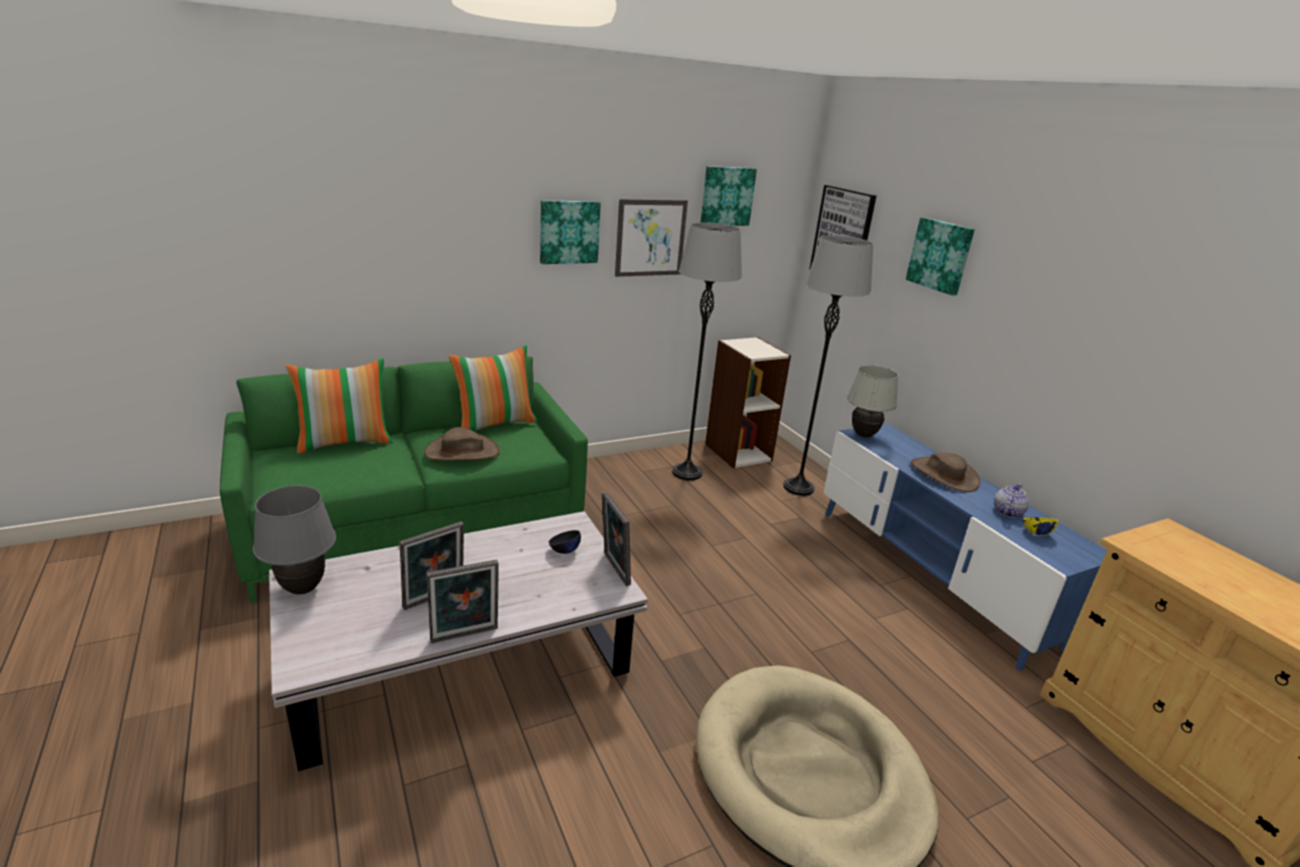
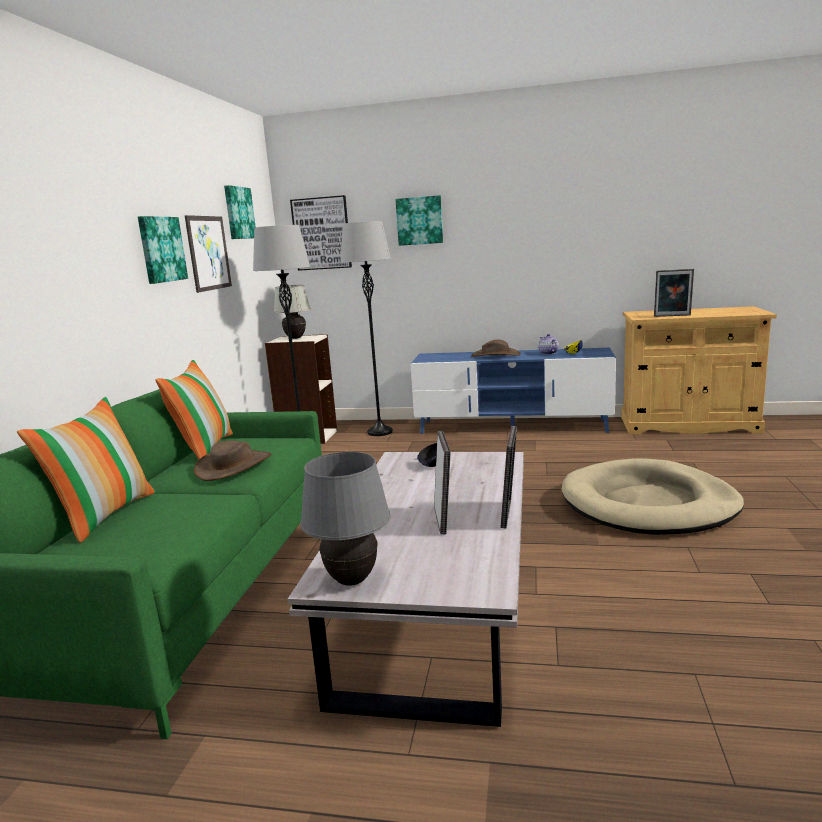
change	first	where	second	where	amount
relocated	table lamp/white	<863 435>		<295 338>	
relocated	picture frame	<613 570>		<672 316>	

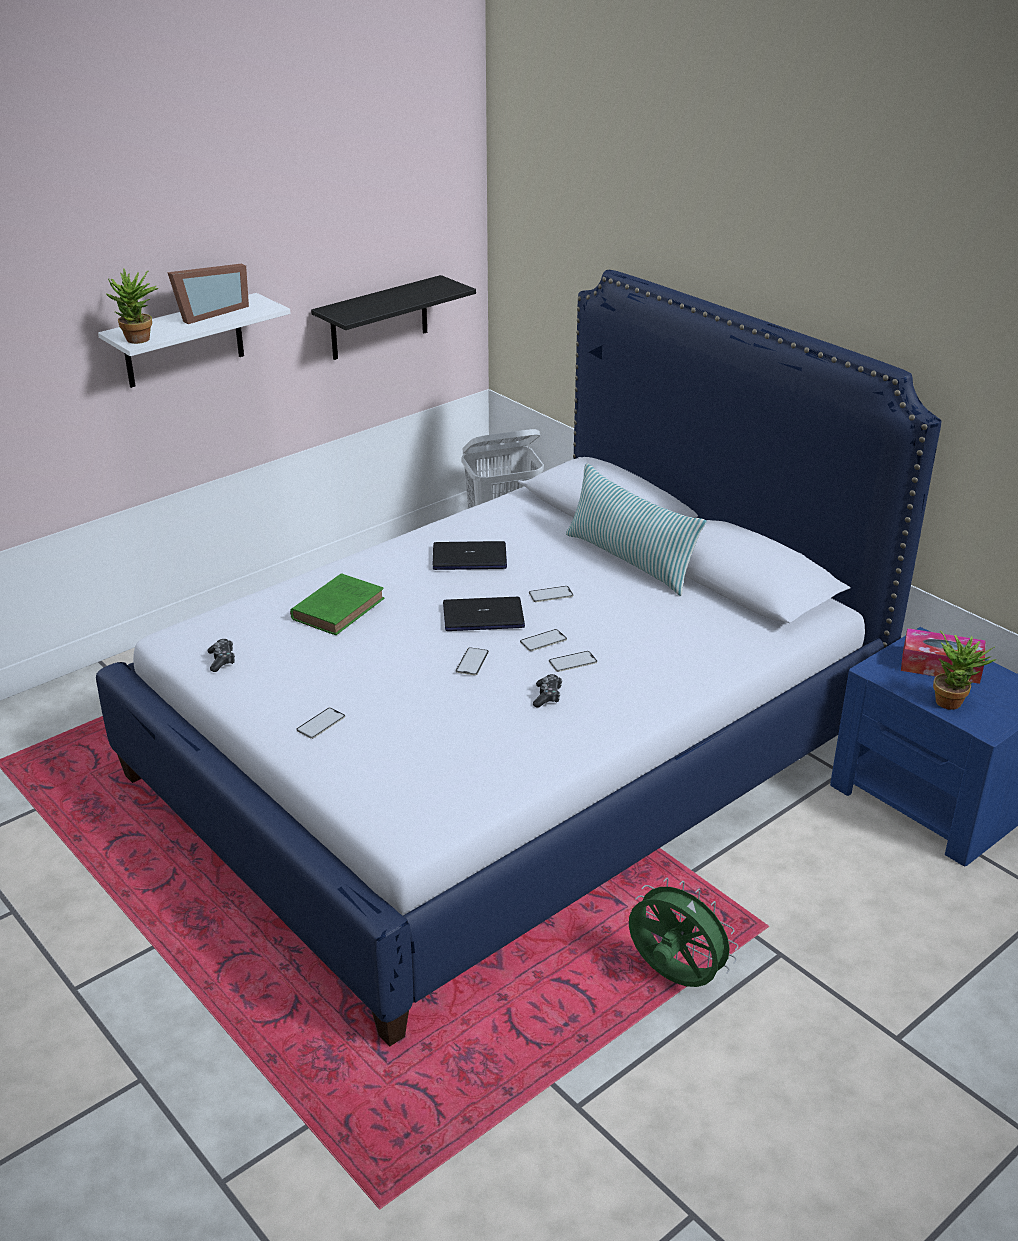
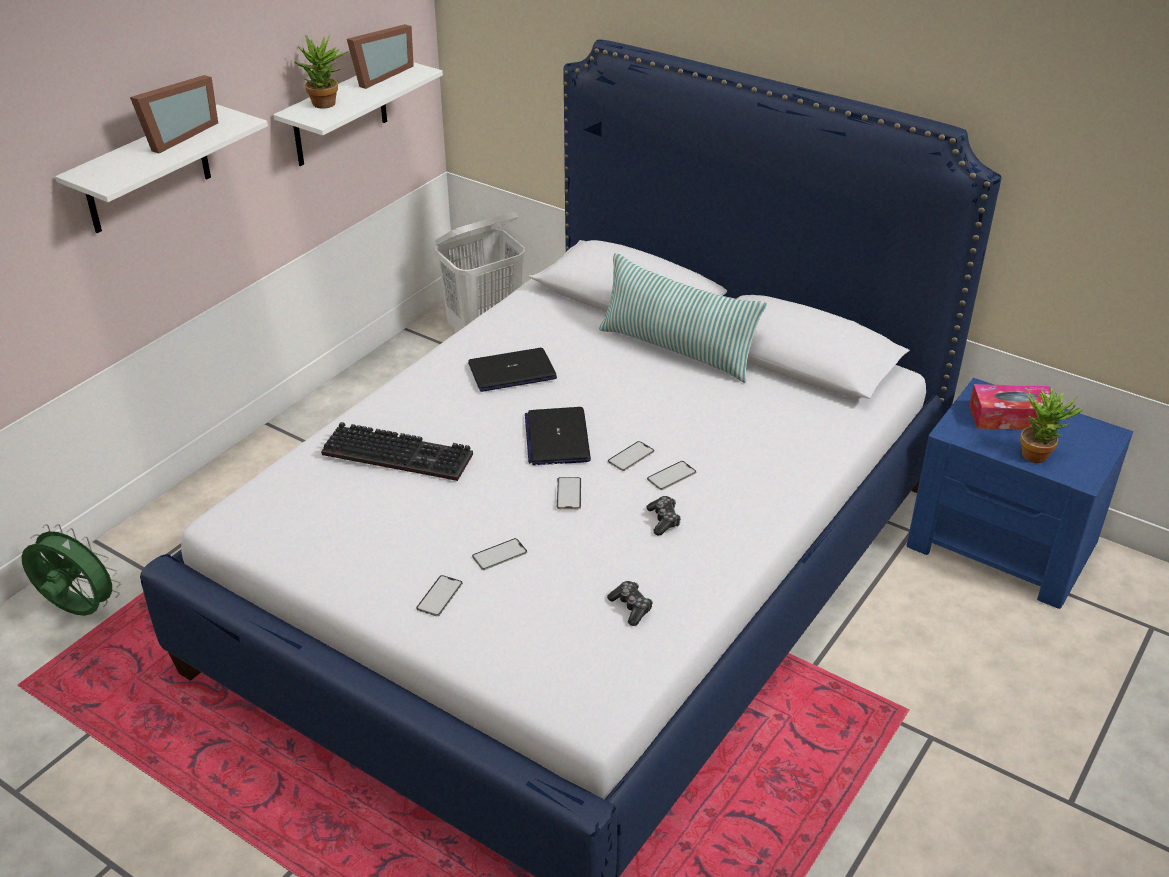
change	first	where	second	where	amount
relocated	potted plant	<139 341>		<326 105>	
colour	shelf/black	<379 318>	shelf/white	<340 113>	
exchanged	book/green	<340 608>	keyboard	<401 453>	
relocated	phone	<551 594>		<499 554>	
spun	laptop	<483 616>		<557 438>	75 degrees counterclockwise
relocated	game controller	<222 660>		<631 607>	
relocated	fan/green	<673 978>		<78 611>	
appeared			picture frame	<378 76>	

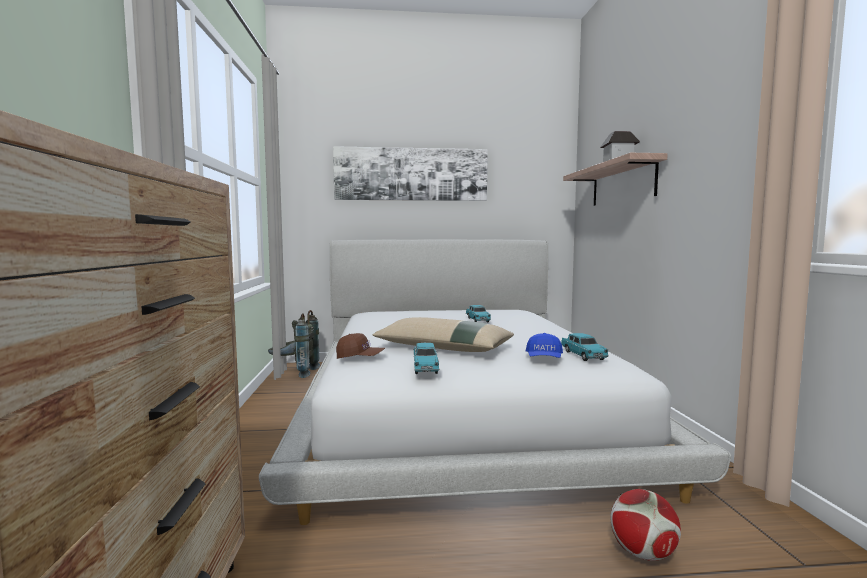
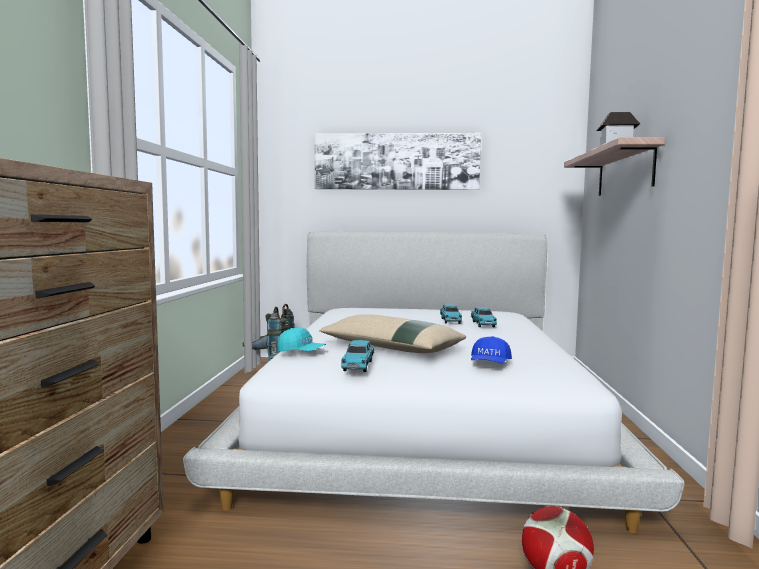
change	first	where	second	where	amount
colour	cap/brown	<360 358>	cap/turquoise	<301 352>	
relocated	toy car/turquoise	<583 355>		<483 324>	

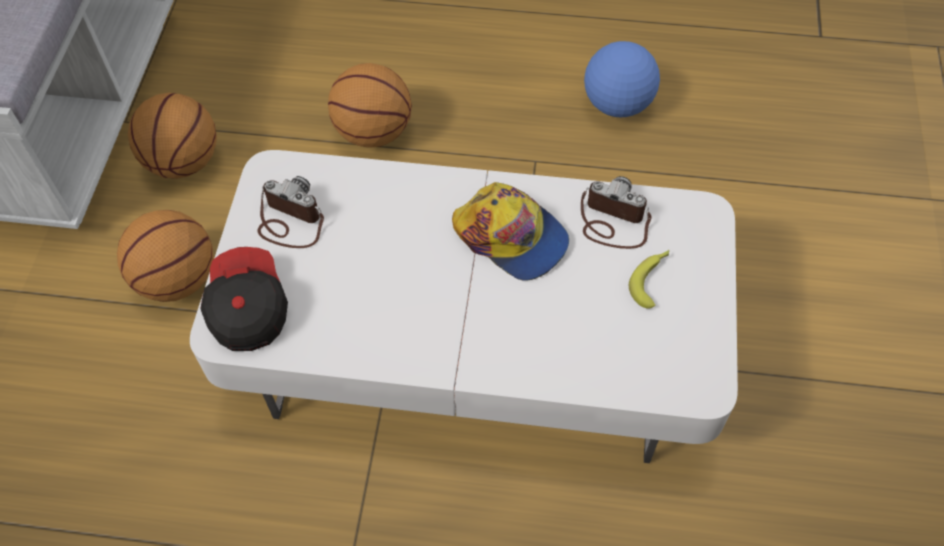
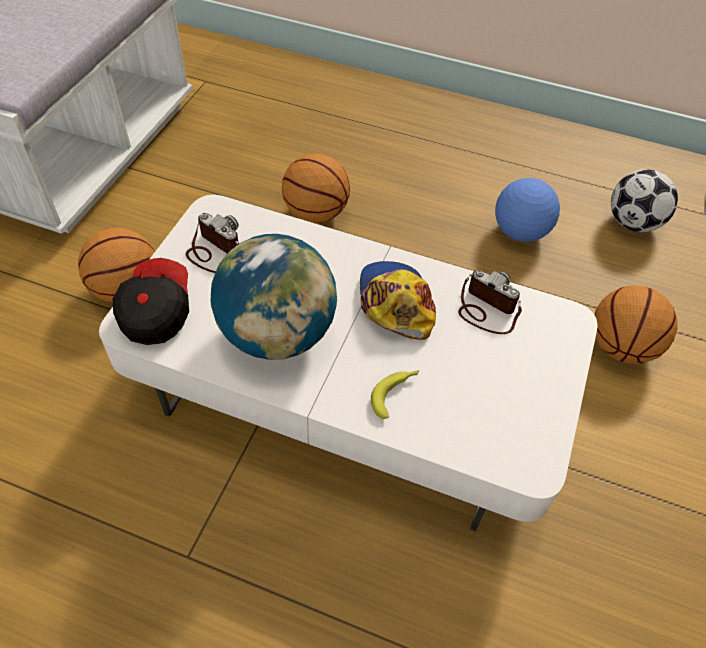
change	first	where	second	where	amount
relocated	basketball	<184 163>		<621 348>	
spun	cap	<511 237>		<395 302>	150 degrees counterclockwise
relocated	banana	<652 279>		<395 393>	
appeared			football	<632 223>	
appeared			globe	<277 334>	

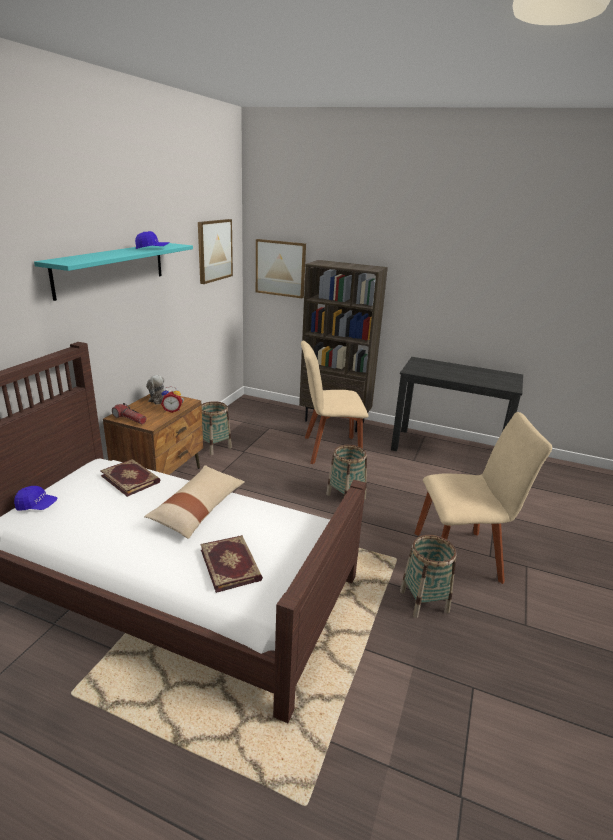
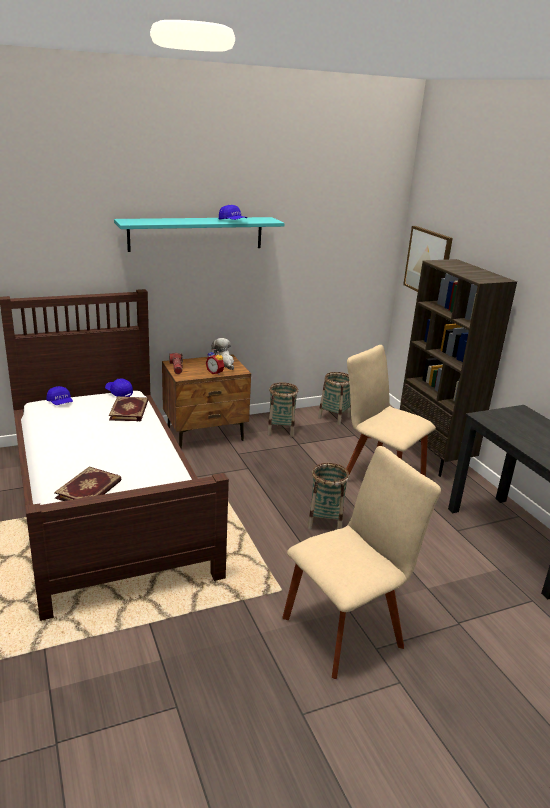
change	first	where	second	where	amount
missing	picture	<214 250>			
spun	chair/beige	<461 556>		<347 629>	75 degrees counterclockwise
missing	pillow/beige	<198 509>			
relocated	basket	<424 601>		<334 417>	
appeared			cap/blue	<119 392>	

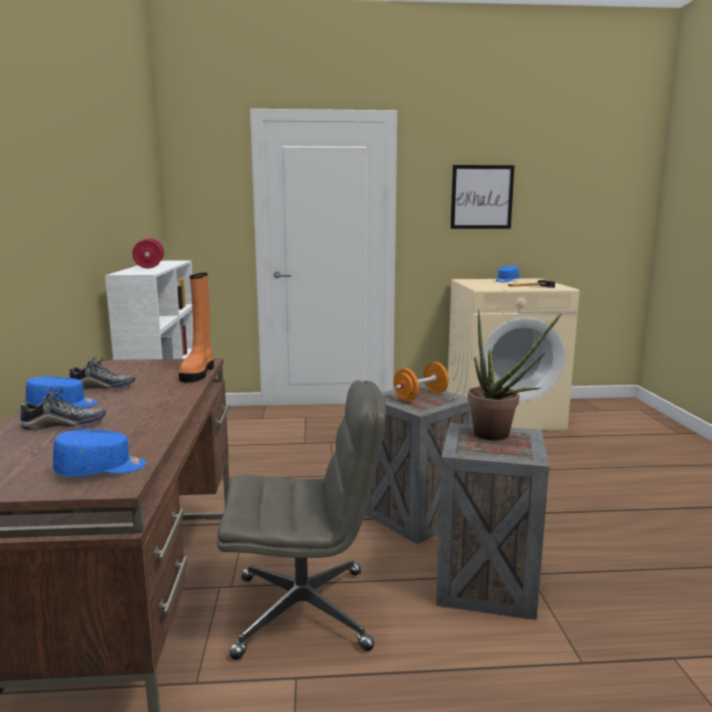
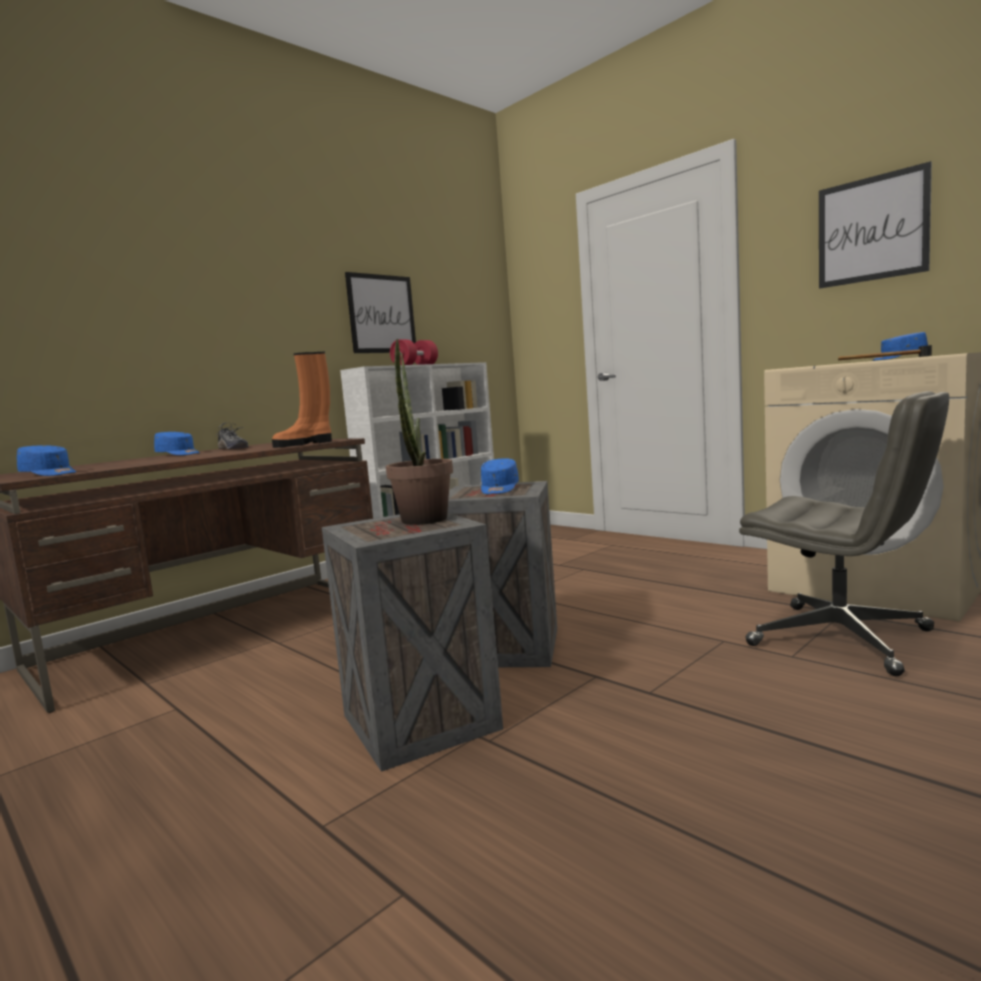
change	first	where	second	where	amount
exchanged	dumbbell/orange	<420 396>	cap/blue	<499 489>	
relocated	office chair/grey	<304 611>		<842 638>	
missing	shoe	<64 425>			
appeared			picture	<381 314>	

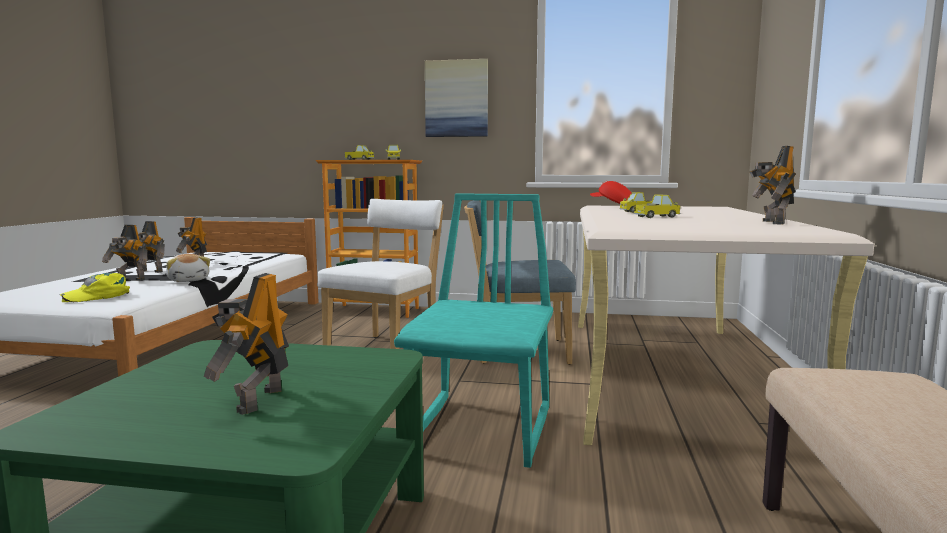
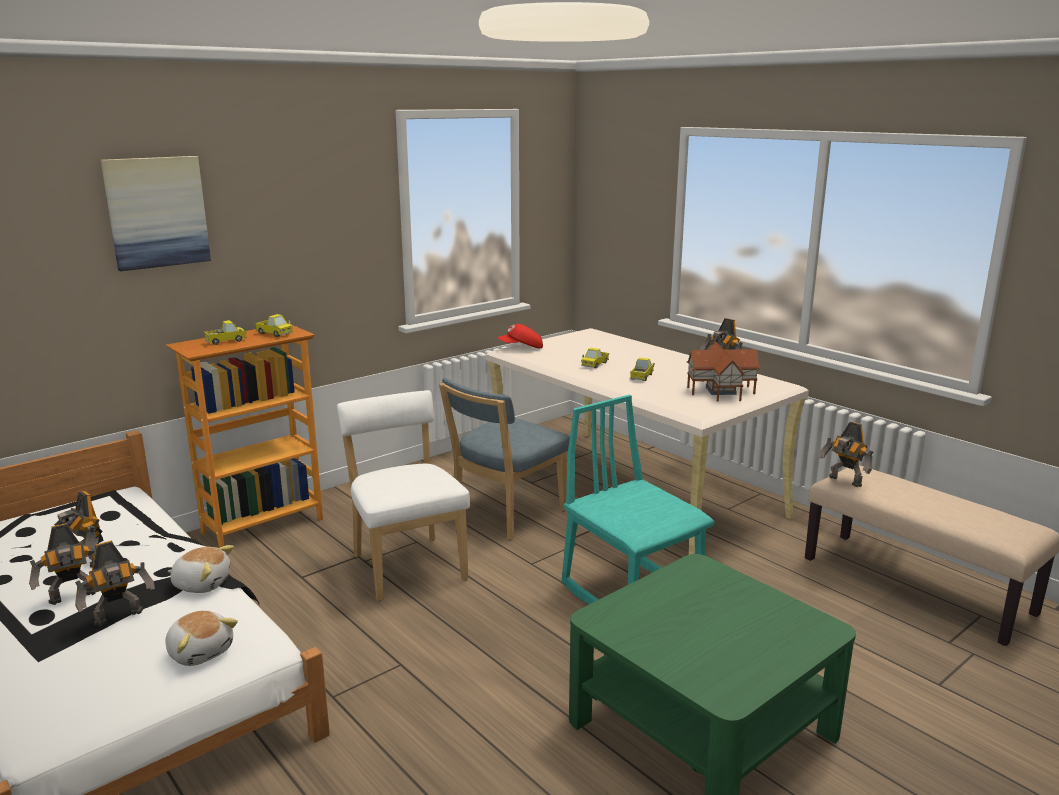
change	first	where	second	where	amount
relocated	picture	<456 99>		<157 212>	
exchanged	cap/yellow	<98 296>	plush toy	<201 651>	
relocated	toy robot	<256 400>		<844 481>	
appeared			toy house	<722 391>	

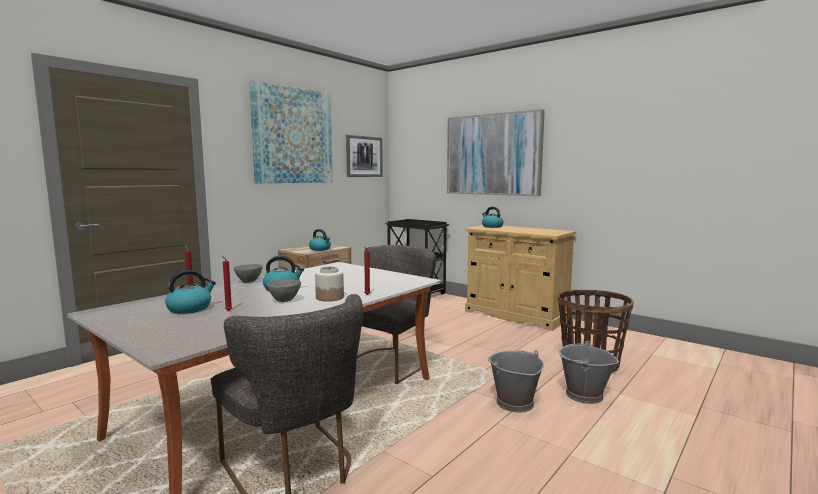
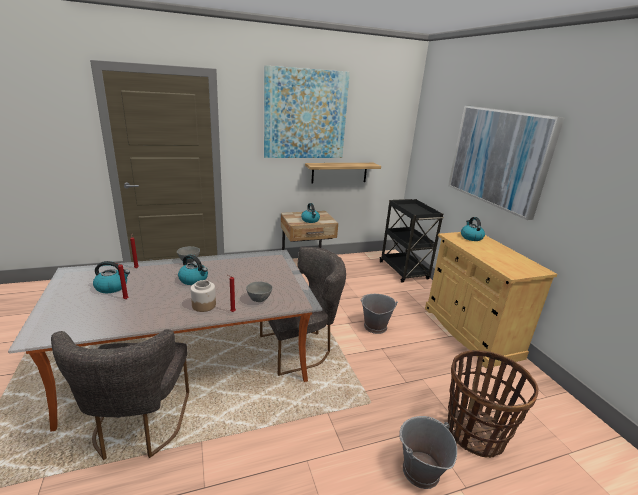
change	first	where	second	where	amount
missing	picture	<364 156>			
relocated	bowl/grey	<284 300>		<259 299>	
relocated	bucket/grey	<514 403>		<375 326>	
appeared			shelf	<339 172>	

